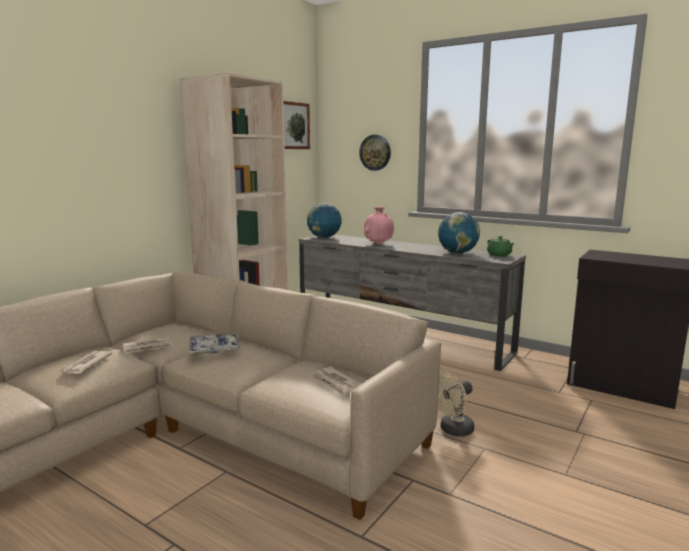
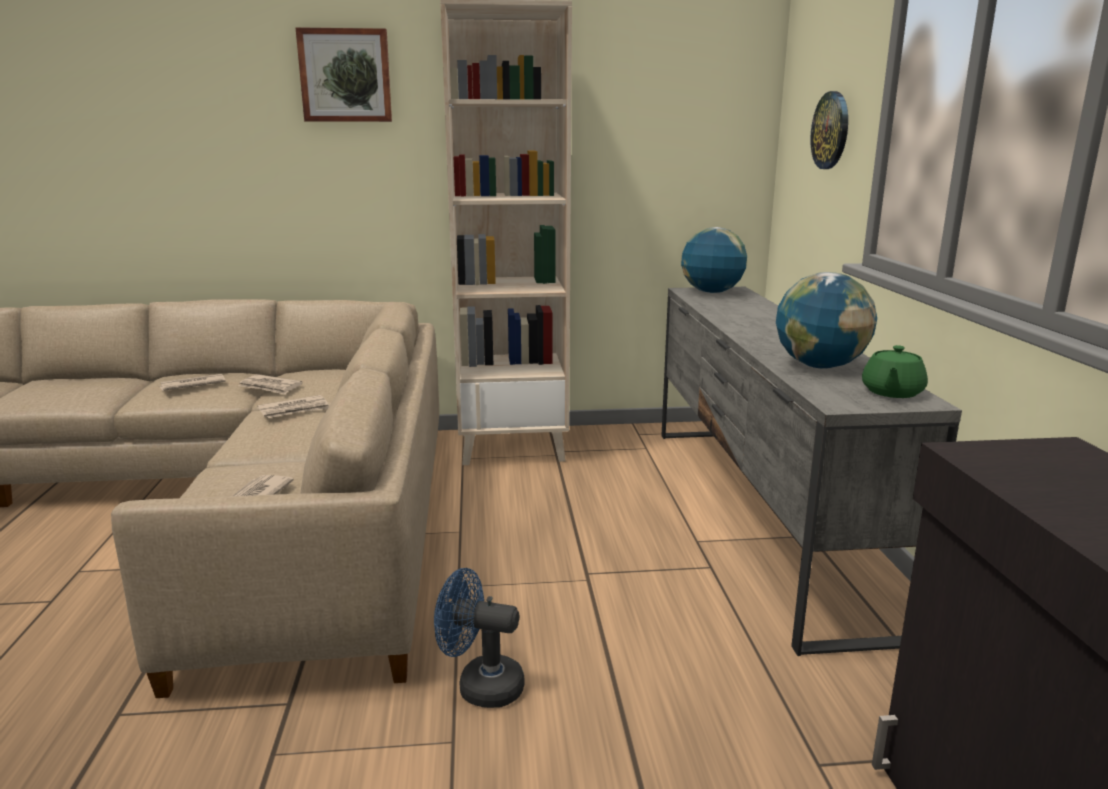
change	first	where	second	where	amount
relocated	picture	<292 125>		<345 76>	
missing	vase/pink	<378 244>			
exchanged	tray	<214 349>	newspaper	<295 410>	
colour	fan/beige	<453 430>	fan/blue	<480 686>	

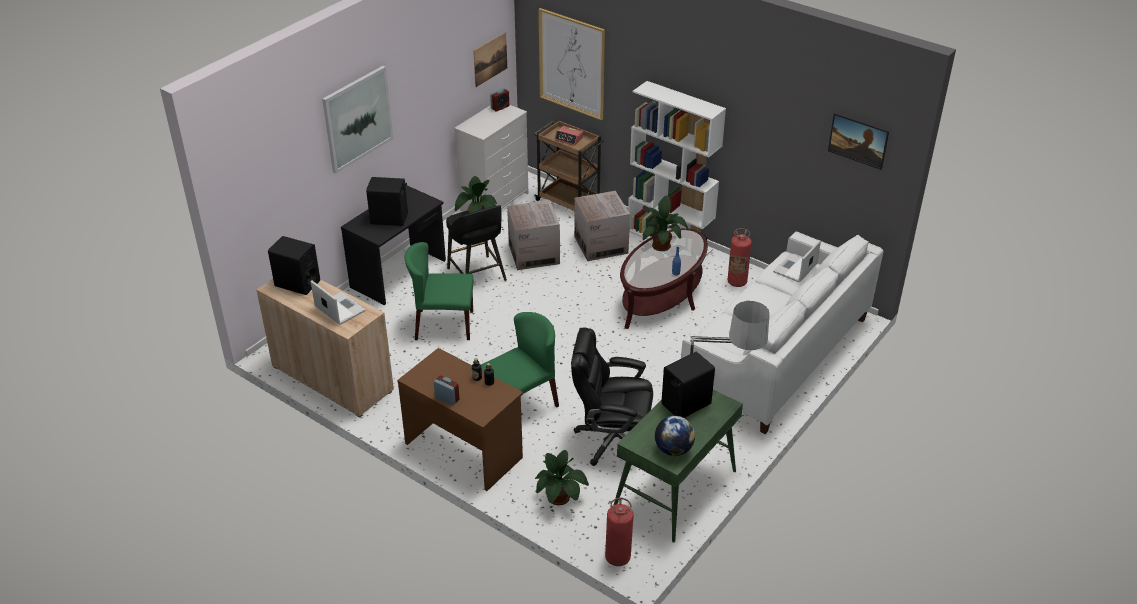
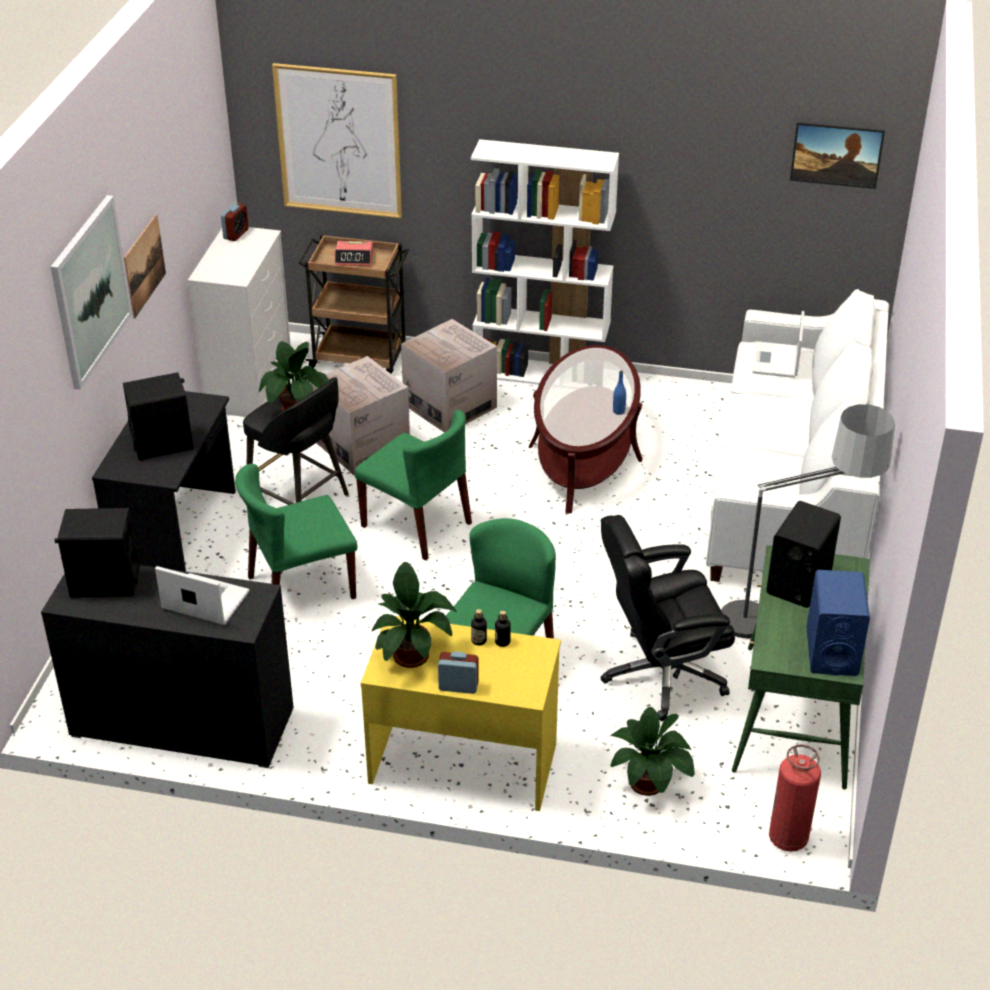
change	first	where	second	where	amount
relocated	picture	<490 59>		<144 265>	
relocated	potted plant	<662 245>		<412 652>	
missing	fire extinguisher	<737 282>			
colour	cabinet/beige	<332 378>	cabinet/black	<182 723>	
colour	desk/brown	<464 449>	desk/yellow	<463 761>	
exchanged	globe	<674 450>	speaker/blue	<831 651>	
appeared			chair/green	<417 525>	

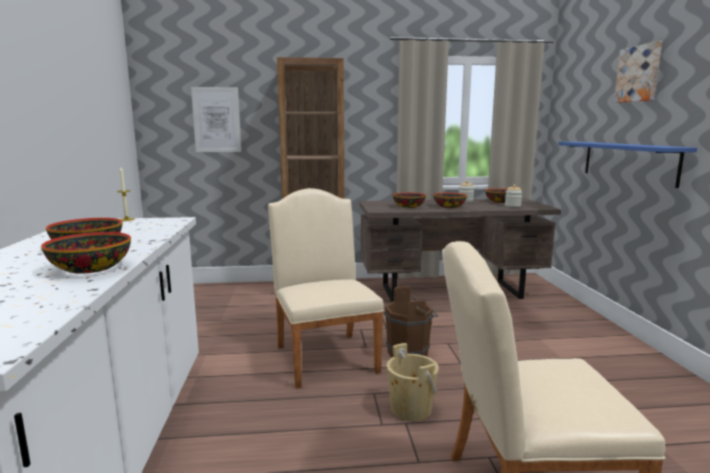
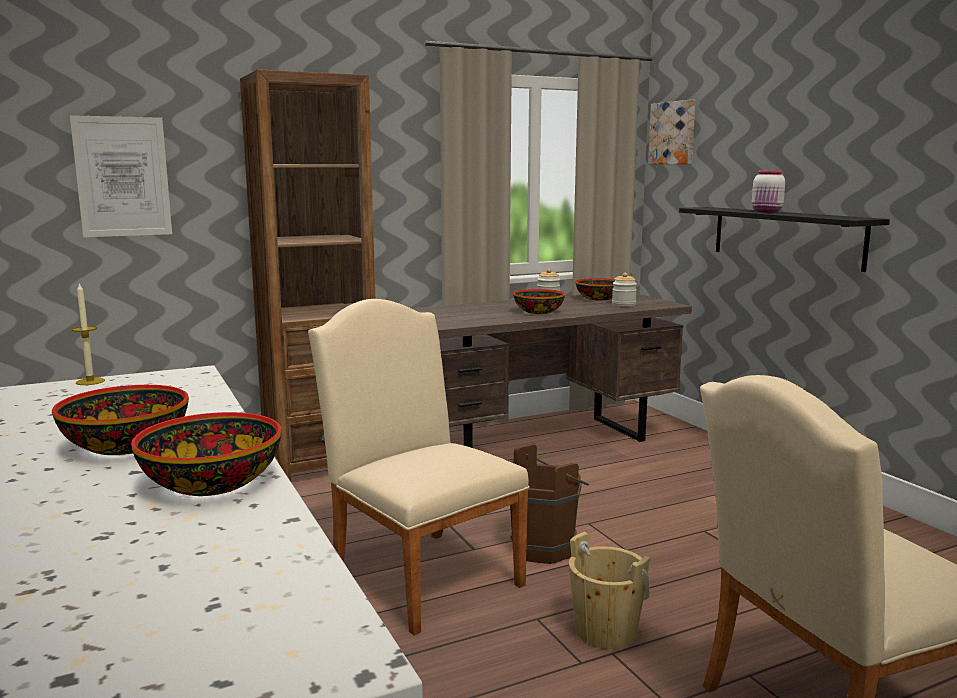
change	first	where	second	where	amount
relocated	picture	<639 74>		<673 133>	
colour	shelf/blue	<628 161>	shelf/black	<785 236>	
missing	bowl	<409 206>			
appeared			jar/white	<767 212>	

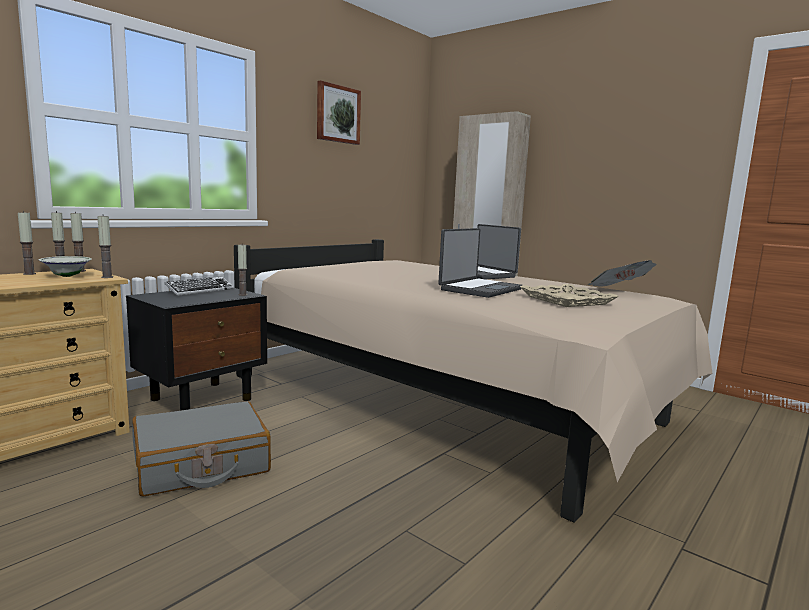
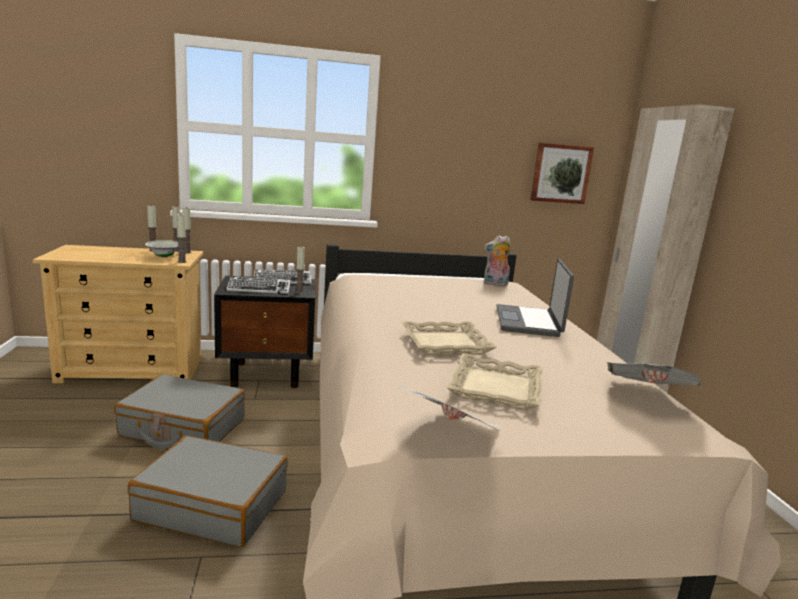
change	first	where	second	where	amount
relocated	picture	<337 114>		<560 173>	
exchanged	laptop	<479 289>	tray/beige	<445 343>	
appeared			plush toy	<495 284>	
appeared			keyboard	<259 289>	
appeared			newspaper	<452 437>	
appeared			suitcase/grey	<213 505>	

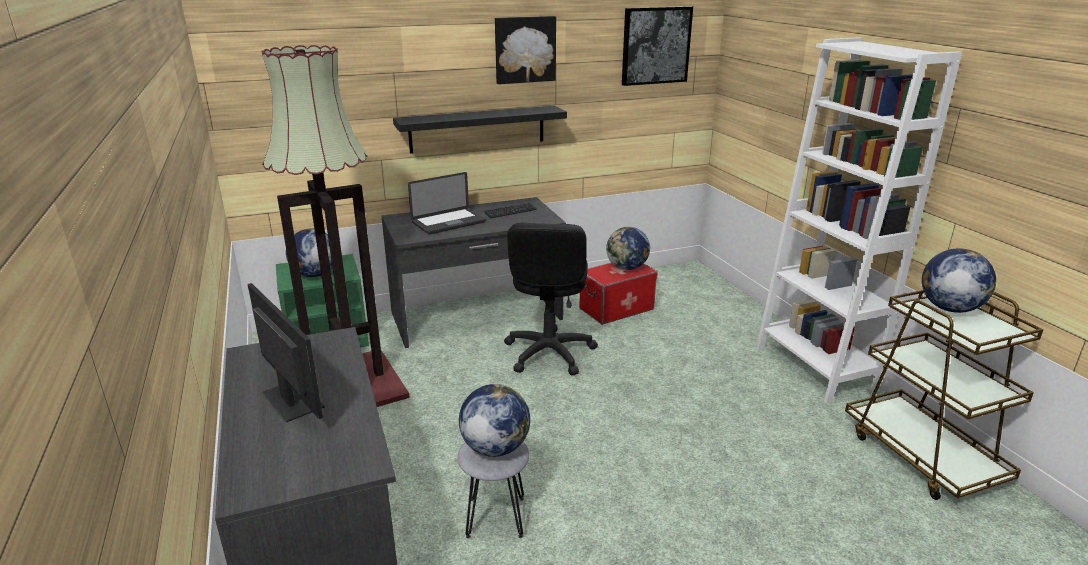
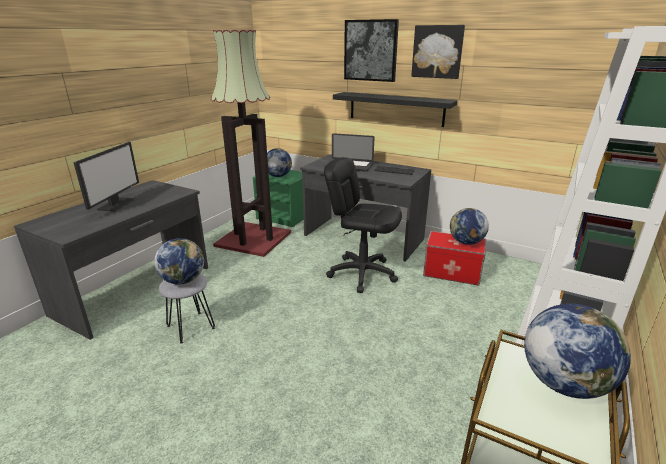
change	first	where	second	where	amount
relocated	picture	<655 45>		<370 50>	
spun	office chair/black	<549 353>		<362 273>	60 degrees clockwise

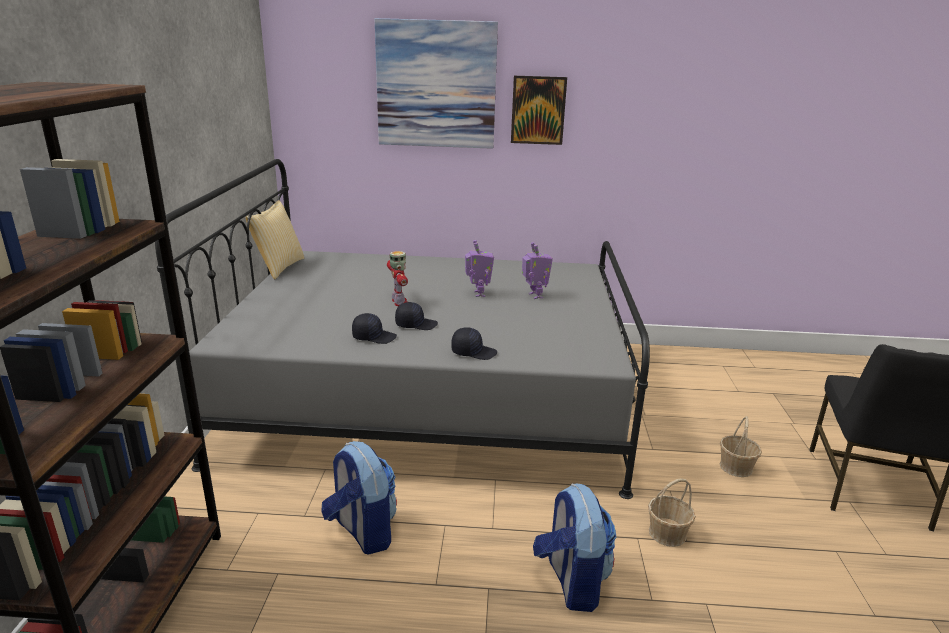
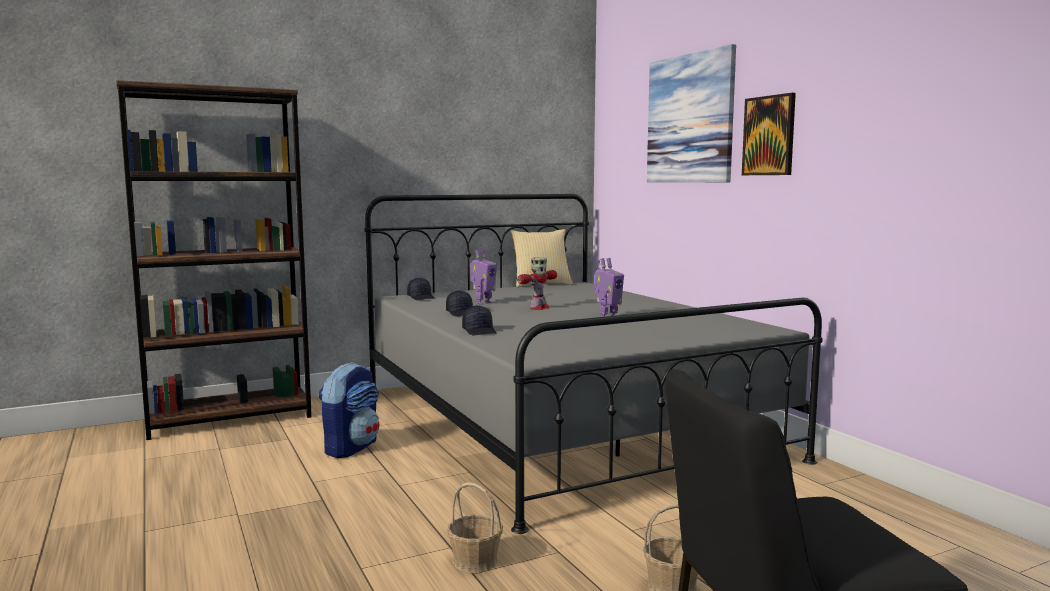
change	first	where	second	where	amount
relocated	toy robot	<534 296>		<483 303>	
relocated	cap/black	<416 324>		<421 297>	
missing	backpack	<571 581>			

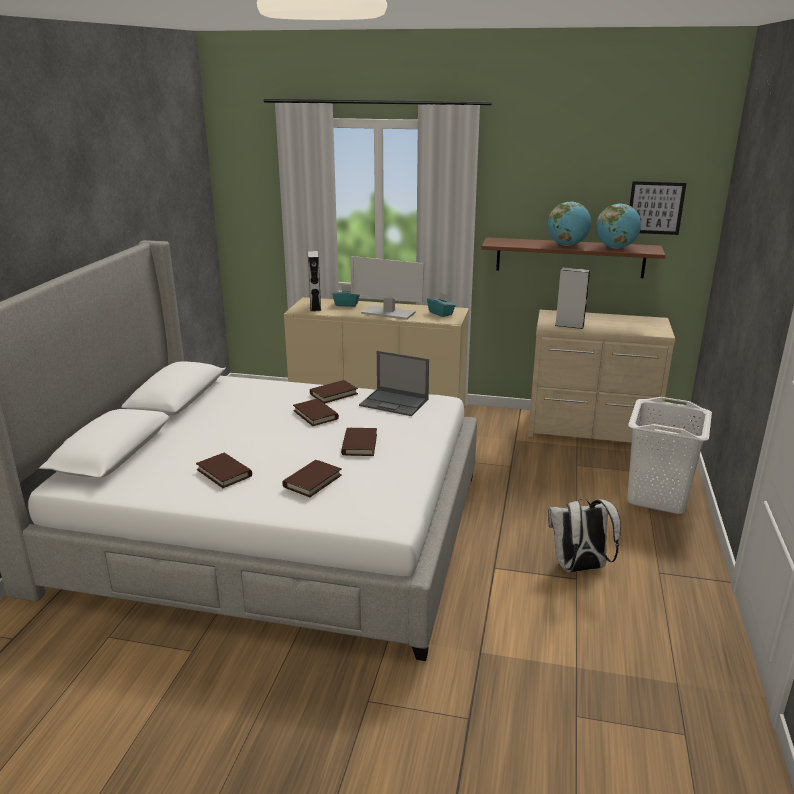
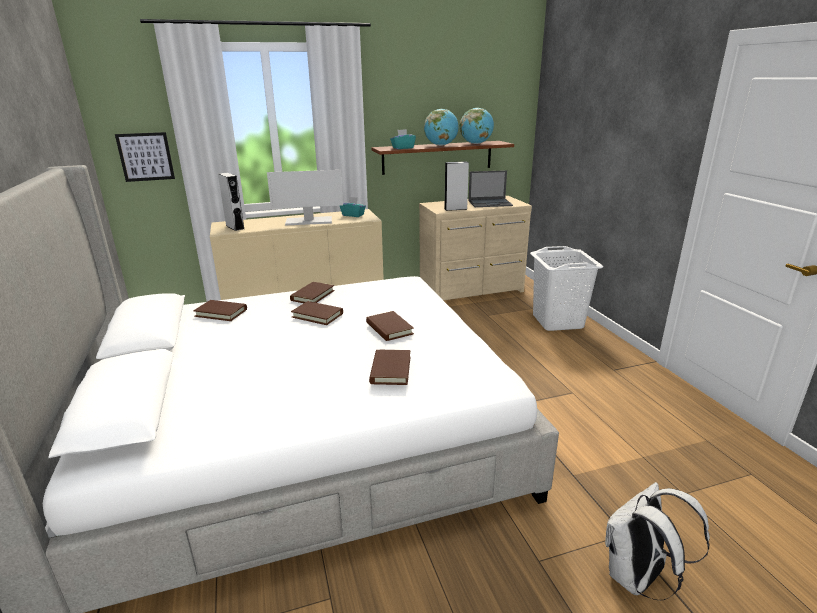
change	first	where	second	where	amount
relocated	picture	<655 208>		<145 157>	
relocated	tissue box/turquoise	<346 304>		<403 148>	
relocated	laptop	<395 403>		<490 203>	
relocated	book/brown	<224 473>		<221 313>	
relocated	backpack/white	<579 568>		<637 578>	

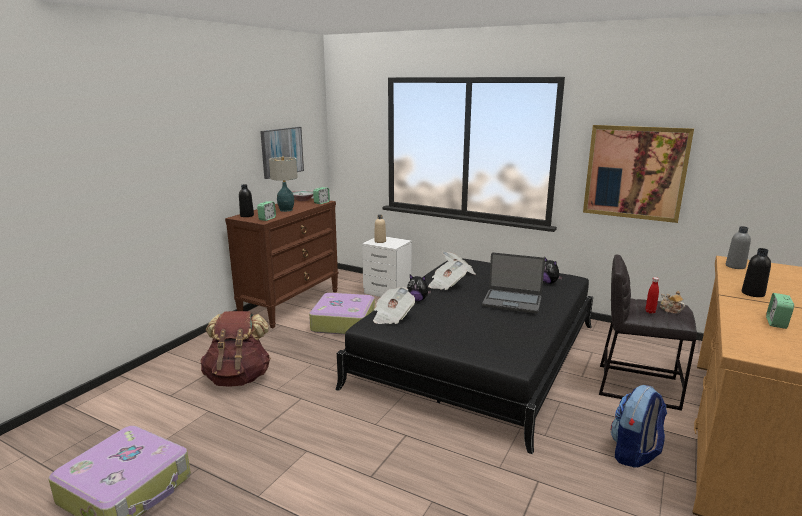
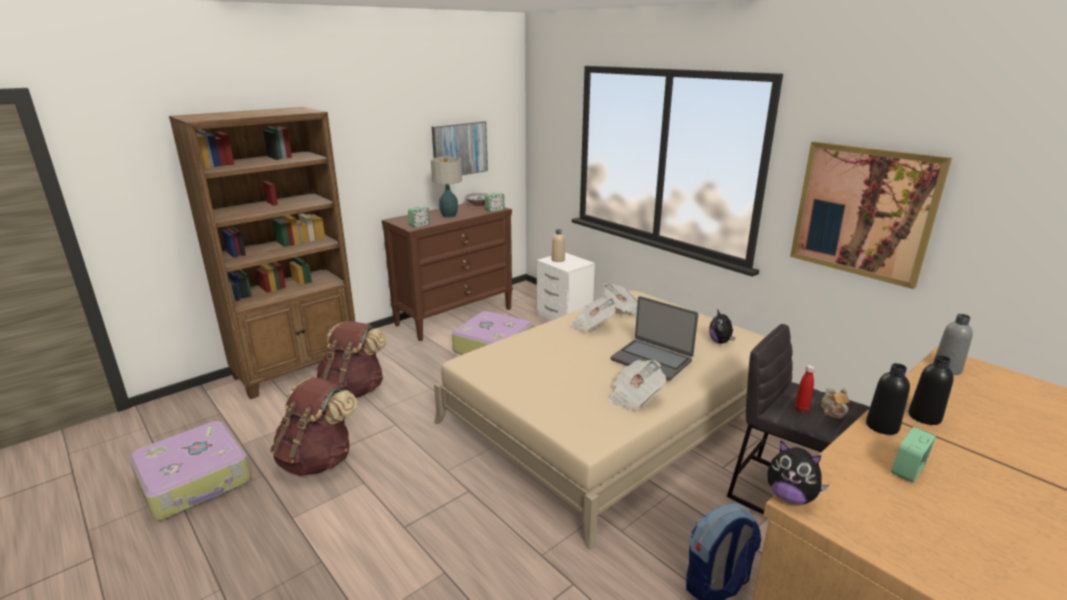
change	first	where	second	where	amount
relocated	bottle/black	<247 215>		<882 426>	
colour	bed/black	<477 355>	bed/beige	<612 413>	
relocated	plush toy	<417 300>		<790 497>	
relocated	newspaper	<392 317>		<634 397>	
appeared			bookcase/brown	<298 369>	
appeared			backpack/brown	<318 460>	

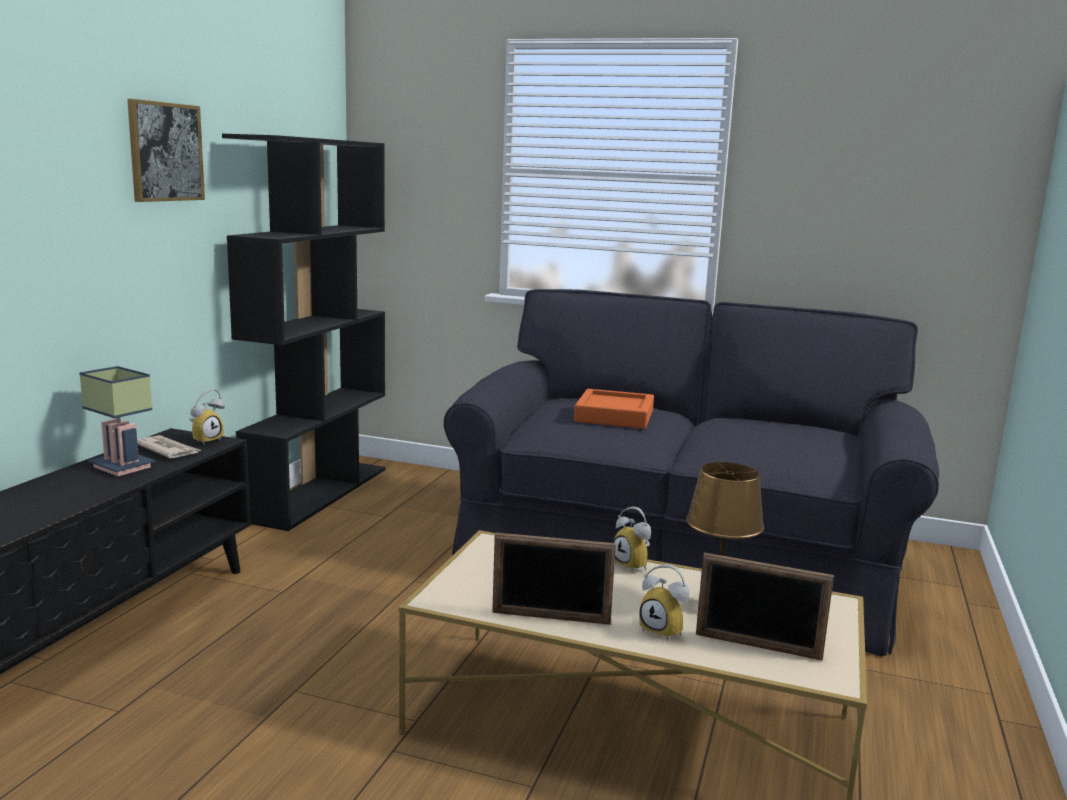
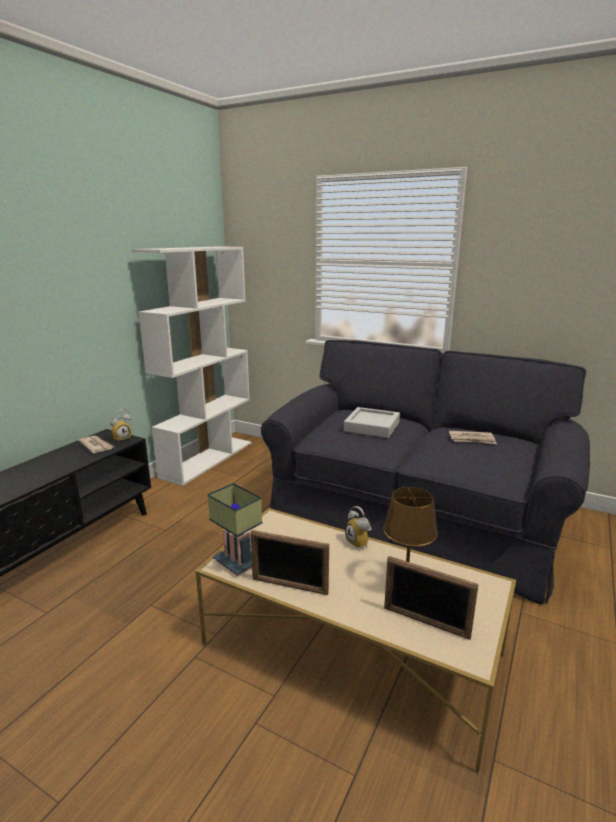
change	first	where	second	where	amount
missing	picture	<165 152>			
colour	bookcase/black	<318 493>	bookcase/white	<207 459>	
relocated	table lamp	<118 467>		<235 562>	
colour	tray/orange	<614 416>	tray/grey	<372 427>	
missing	alarm clock	<665 630>			
appeared			newspaper	<472 439>	

